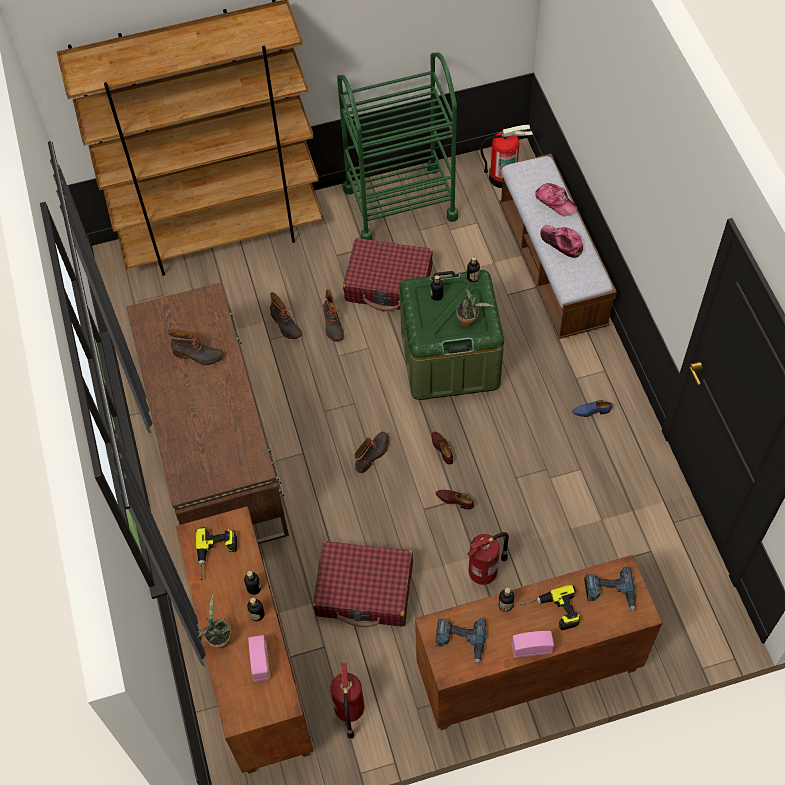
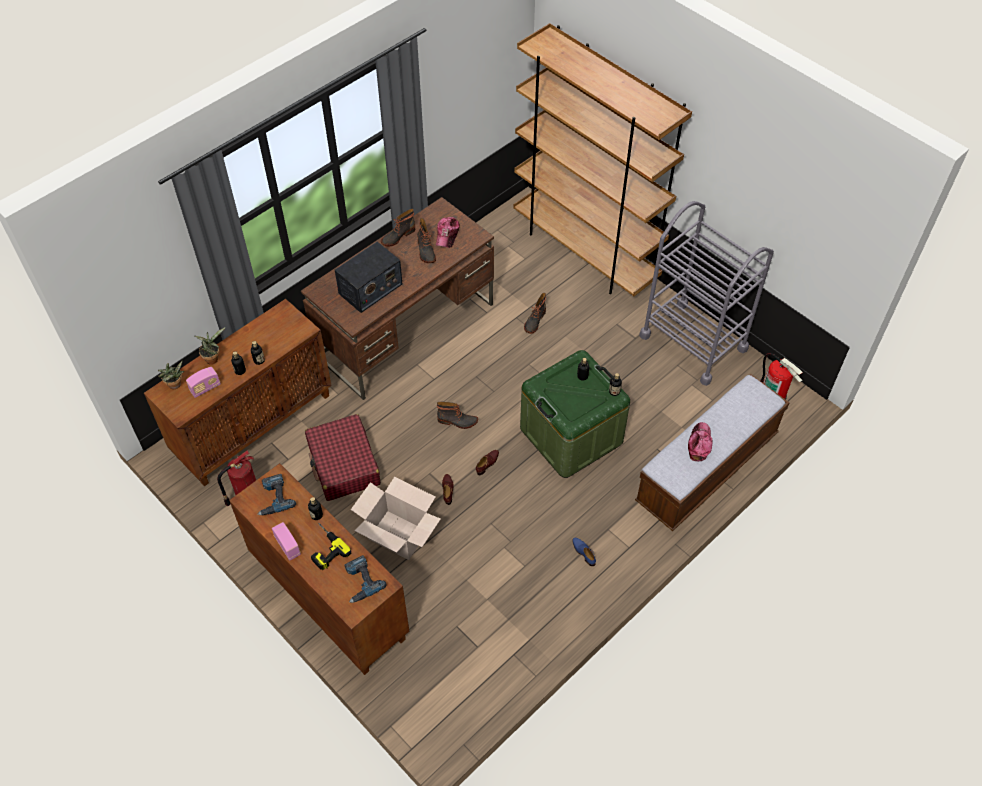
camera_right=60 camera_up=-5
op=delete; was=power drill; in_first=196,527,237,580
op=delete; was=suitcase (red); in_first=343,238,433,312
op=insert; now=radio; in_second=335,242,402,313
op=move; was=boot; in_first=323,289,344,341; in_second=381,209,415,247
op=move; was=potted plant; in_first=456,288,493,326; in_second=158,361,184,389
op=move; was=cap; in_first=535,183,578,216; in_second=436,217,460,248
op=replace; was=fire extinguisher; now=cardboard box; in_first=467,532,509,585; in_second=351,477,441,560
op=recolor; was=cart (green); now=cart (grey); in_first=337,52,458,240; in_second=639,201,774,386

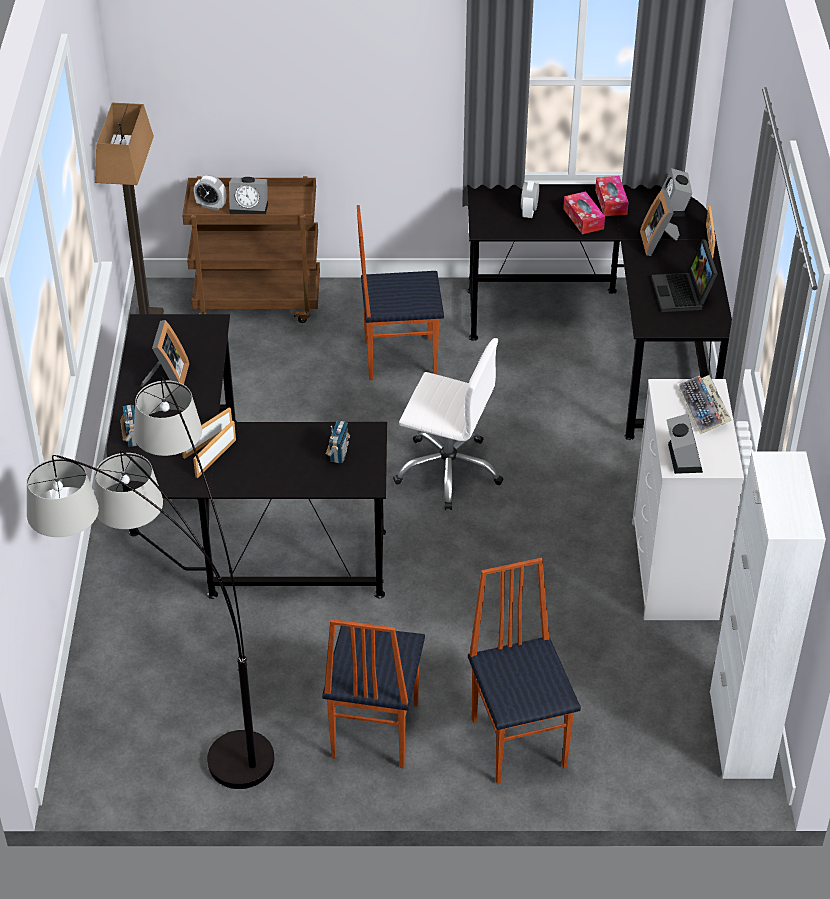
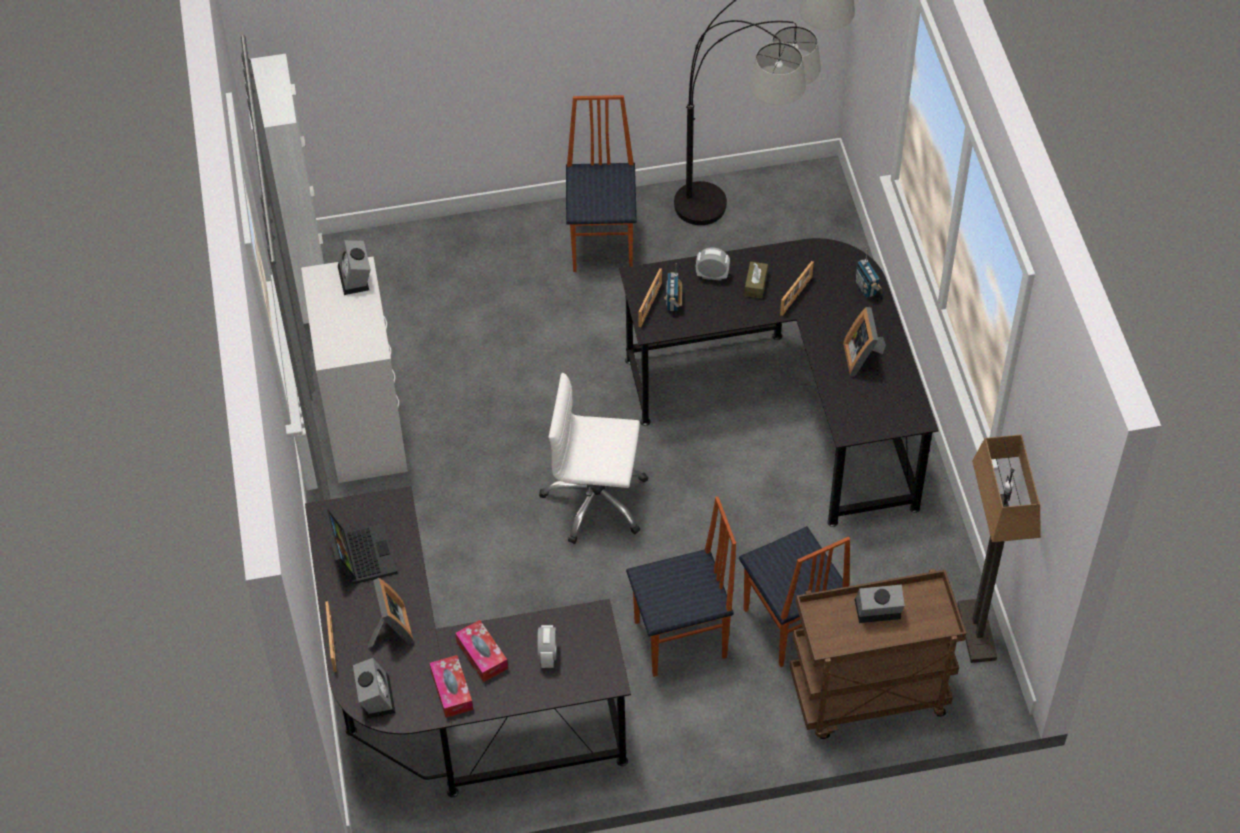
camera_right=170 camera_up=10
op=delete; was=keyboard; in_first=679,375,731,434
op=insert; now=tissue box (brown); in_second=744,262,768,299
op=move; was=picture frame; in_first=193,421,236,478; in_second=638,268,662,327
op=move; was=alarm clock; in_first=194,175,226,210; in_second=696,247,730,281
op=move; was=chair; in_first=468,558,581,784; in_second=739,526,850,667

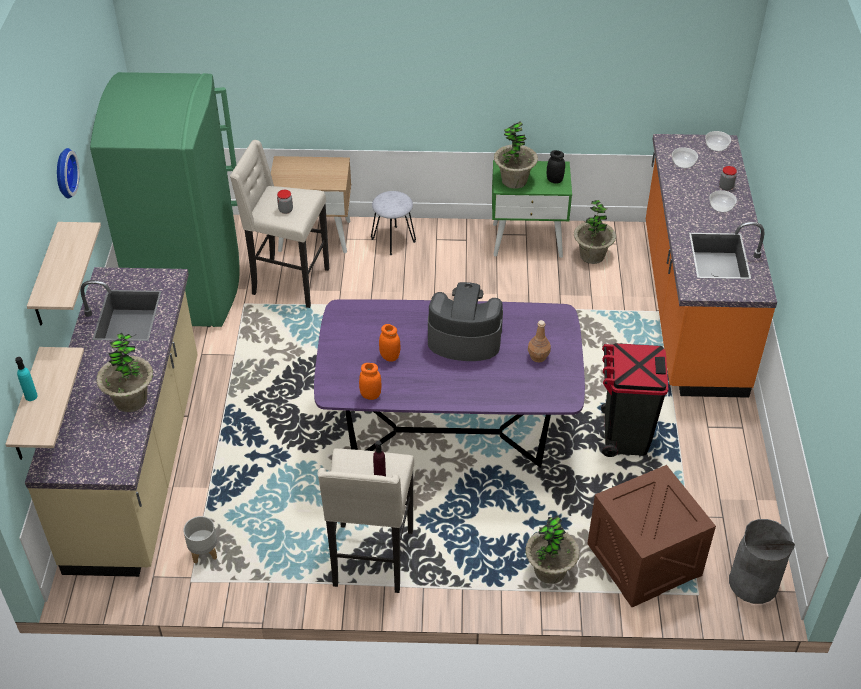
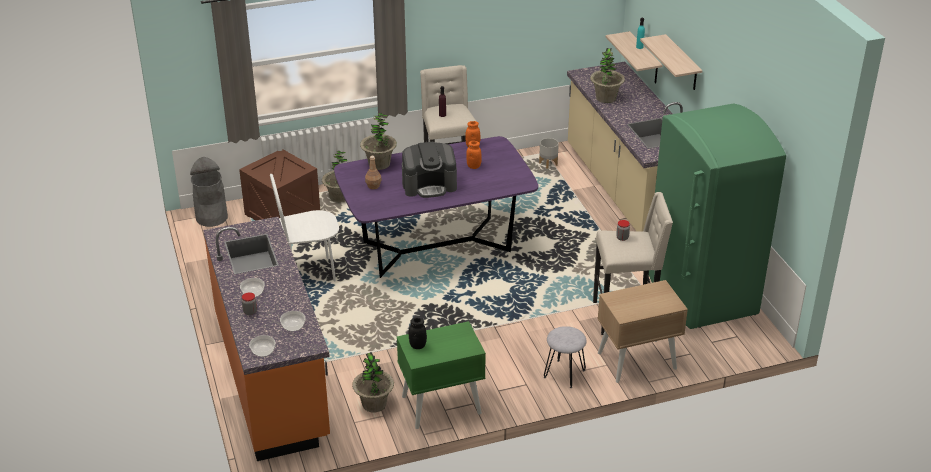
camera_right=160 camera_up=-10
op=delete; was=wall clock; in_first=57,148,80,199
op=move; was=potted plant; in_first=494,121,538,189; in_second=360,113,397,170
op=replace; was=trash can (black); now=chair (white); in_first=601,343,668,457; in_second=270,174,339,281

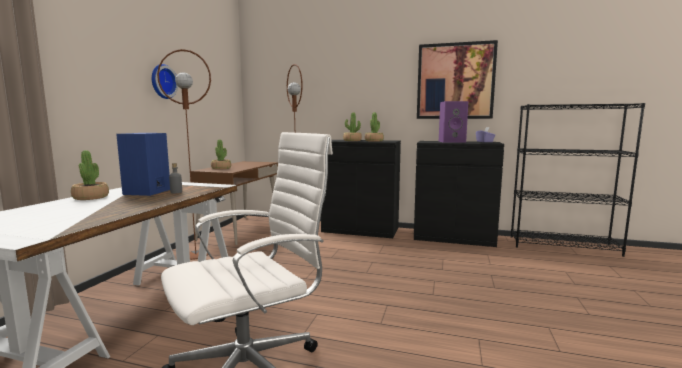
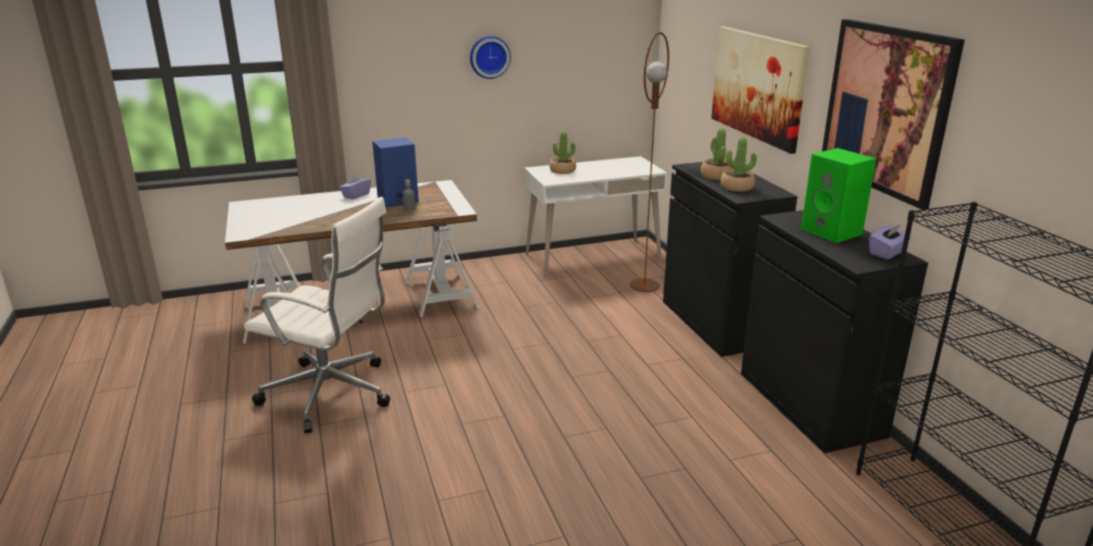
camera_right=55 camera_up=15
op=delete; was=floor lamp (brown); in_first=157,49,211,260
op=insert; now=picture; in_second=711,26,810,154
op=replace; was=potted plant; now=tissue box (purple); in_first=71,150,109,200; in_second=339,173,371,199
op=recolor; was=desk (brown); now=desk (white); in_first=191,161,278,245; in_second=524,156,667,278
op=recolor; was=speaker (purple); now=speaker (green); in_first=439,101,468,143; in_second=801,148,876,243

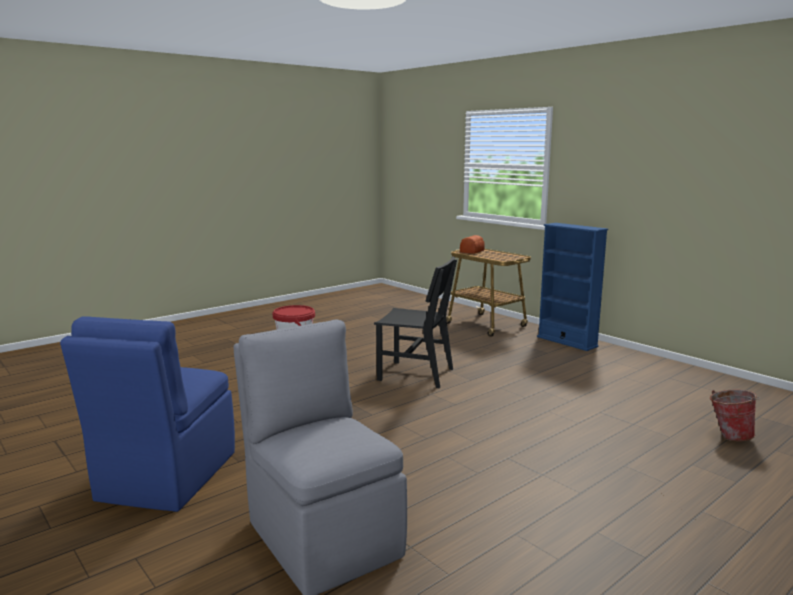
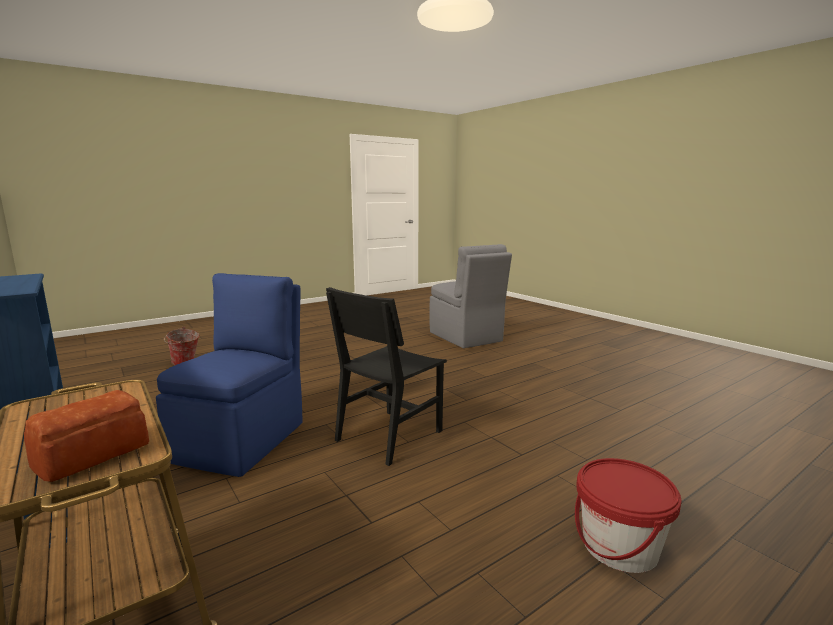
camera_right=-175 camera_up=0
op=move; was=chair (blue); in_first=60,316,235,512; in_second=156,273,303,477
op=rotate; was=chair (black); in_first=374,256,457,388; in_second=326,287,447,466; clockwise=-75

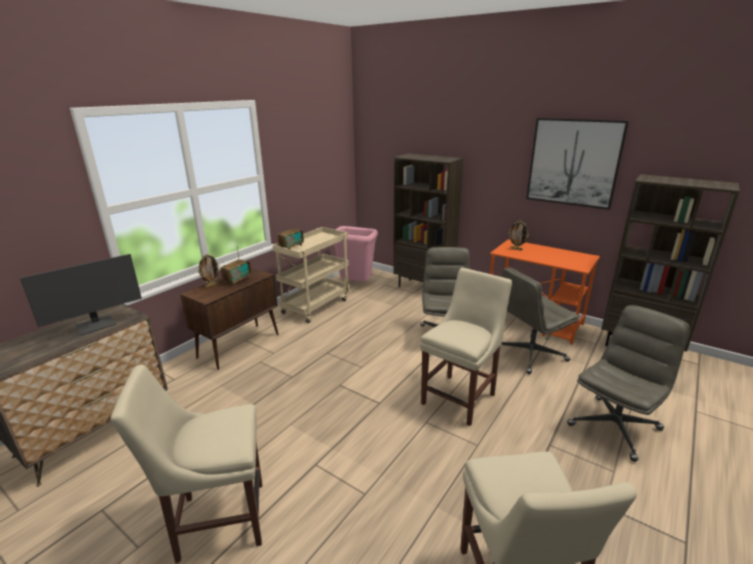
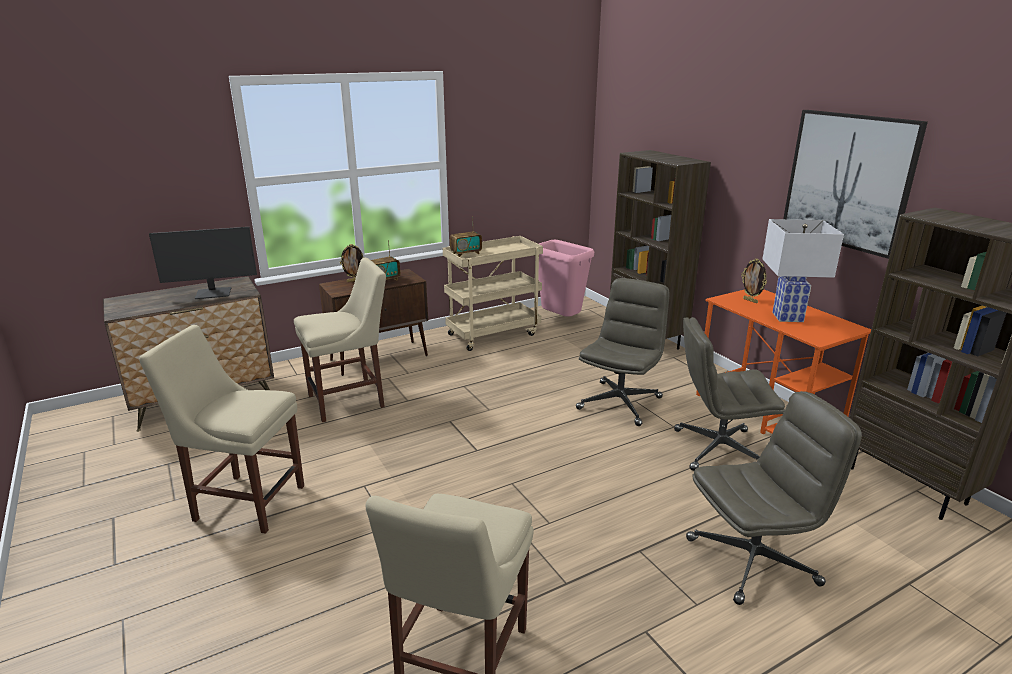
camera_right=25 camera_up=0
op=insert; now=table lamp (white); in_second=762,219,844,322
op=move; was=chair (beige); in_first=420,268,512,426; in_second=294,258,386,422

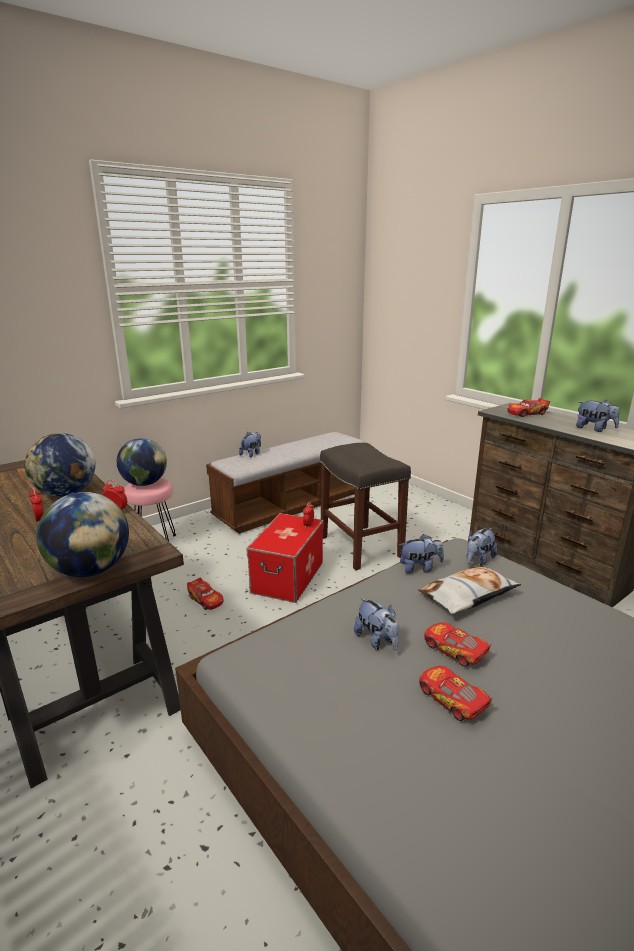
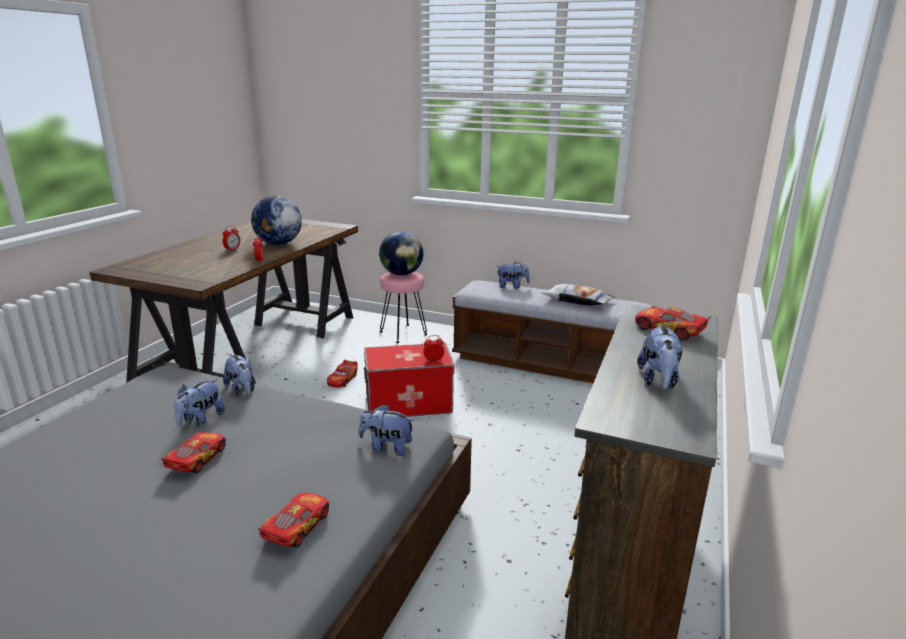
camera_right=60 camera_up=0
op=delete; was=globe; in_first=37,492,129,577
op=delete; was=stool (grey); in_first=320,443,411,571
op=move; was=plush toy; in_first=399,534,444,574; in_second=223,354,255,396
op=move; was=pillow; in_first=418,566,522,614; in_second=541,284,615,306
op=move; was=toy car; in_first=419,666,493,721; in_second=258,493,329,548

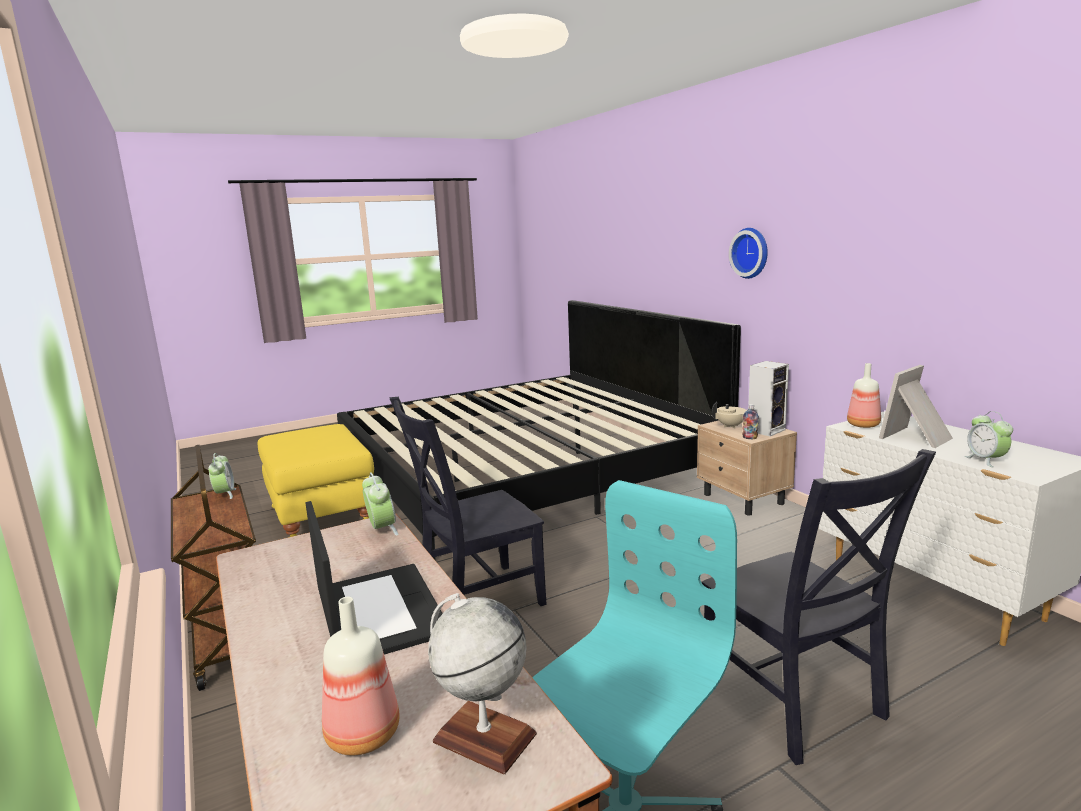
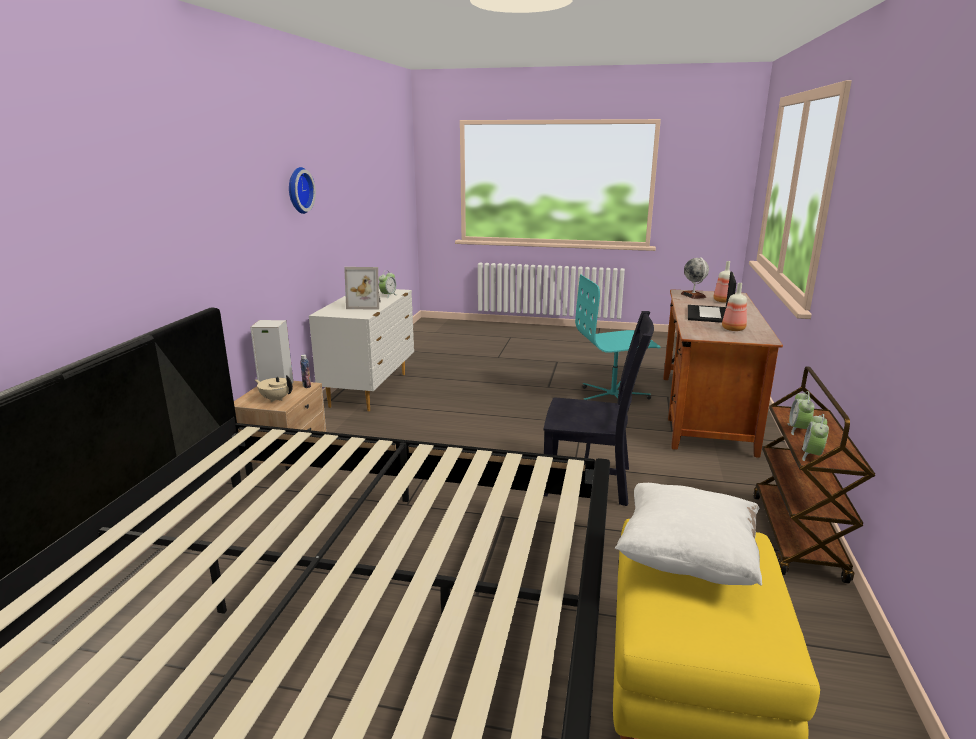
camera_right=-140 camera_up=5
op=delete; was=chair (black); in_first=701,449,936,765
op=insert; now=pillow (white); in_second=615,483,762,586
op=move; was=alarm clock; in_first=362,472,398,536; in_second=787,391,814,435
op=move; was=wall clock; in_first=729,228,768,279; in_second=289,167,316,214
op=move; was=bottle; in_first=847,363,881,428; in_second=722,283,747,331

